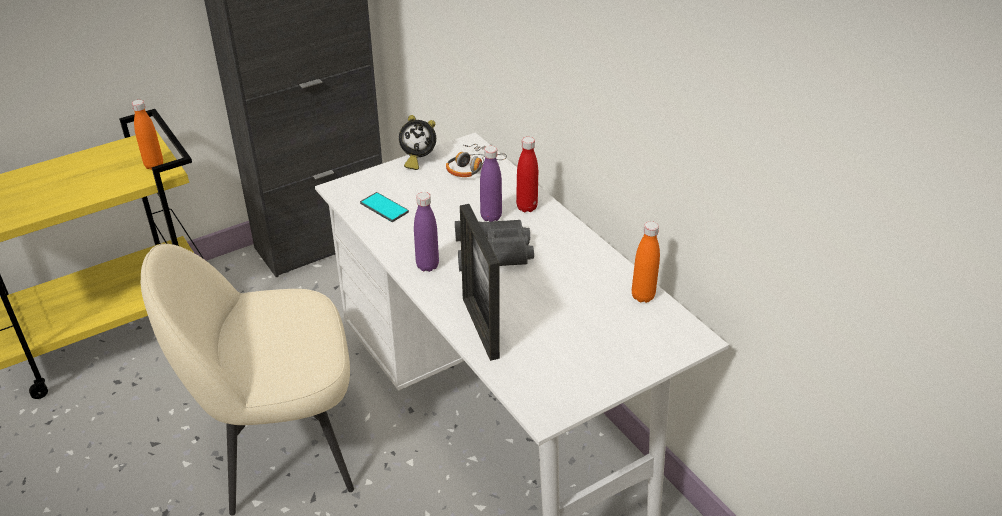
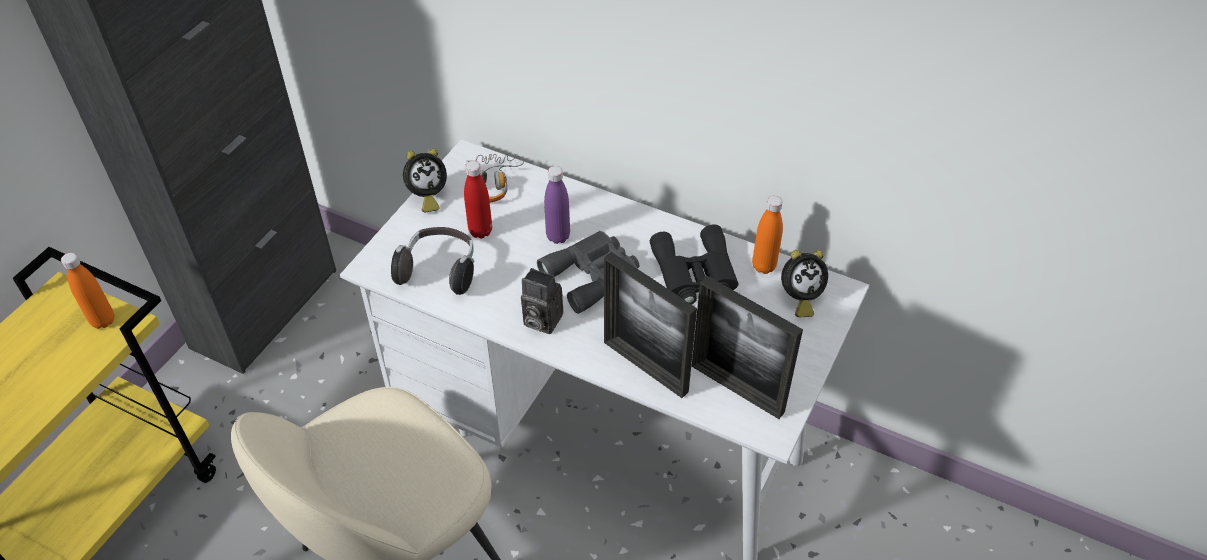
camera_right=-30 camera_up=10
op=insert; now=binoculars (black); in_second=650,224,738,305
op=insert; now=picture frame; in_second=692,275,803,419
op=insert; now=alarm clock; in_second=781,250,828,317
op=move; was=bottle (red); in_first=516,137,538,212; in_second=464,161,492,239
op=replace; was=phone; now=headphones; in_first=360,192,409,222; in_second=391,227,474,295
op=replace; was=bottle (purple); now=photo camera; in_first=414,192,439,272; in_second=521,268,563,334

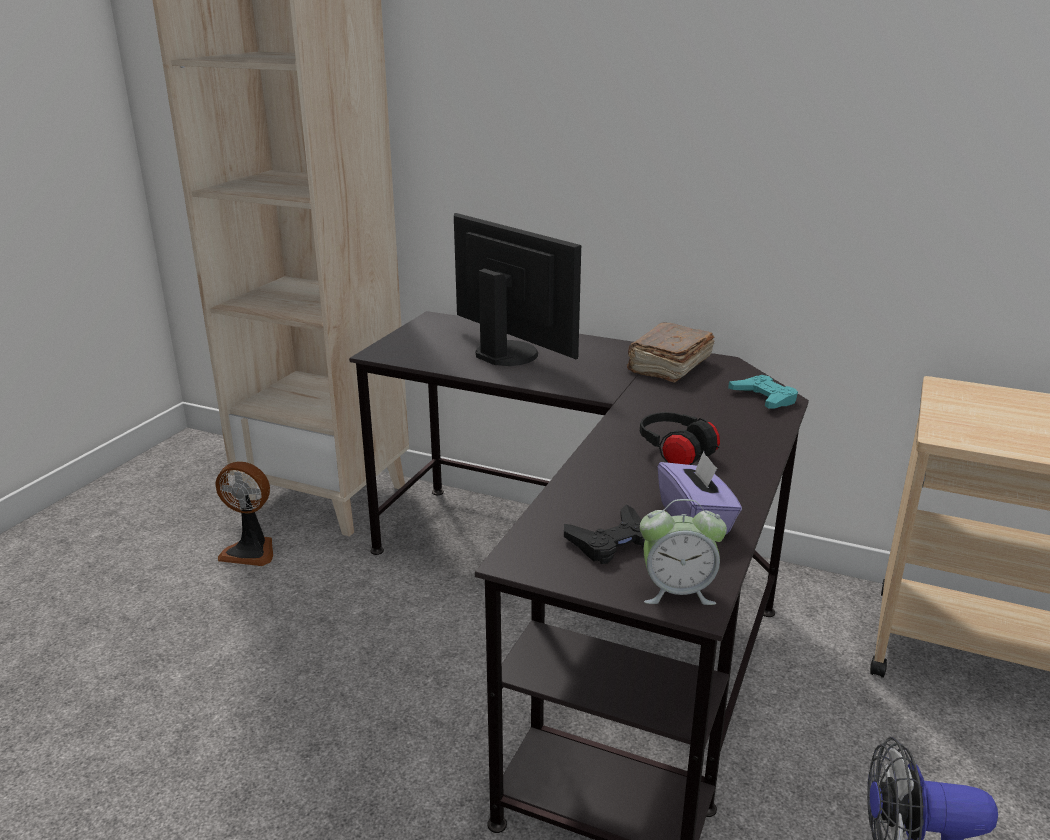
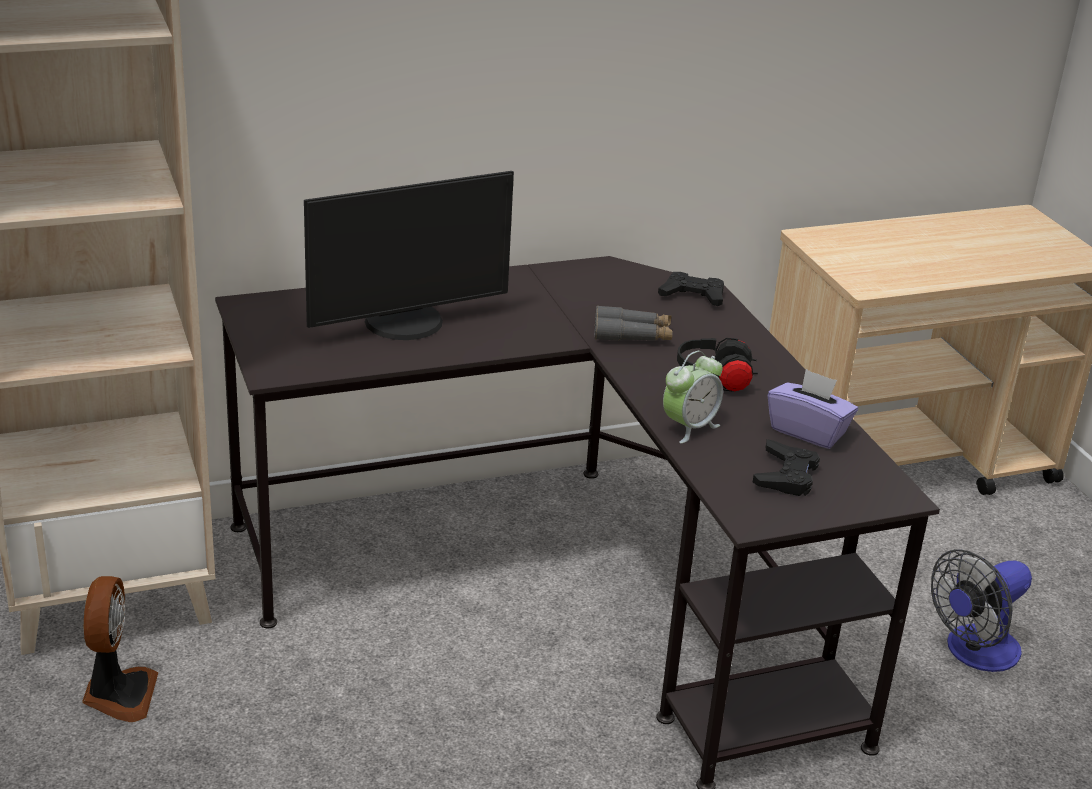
camera_right=-45 camera_up=5
op=delete; was=book (brown); in_first=627,323,714,383
op=insert; now=binoculars (grey); in_second=594,306,673,341
op=move; was=alarm clock; in_first=640,499,727,605; in_second=663,351,723,443
op=recolor; was=game controller (turquoise); now=game controller (black); in_first=728,375,798,408; in_second=658,272,724,306
op=rotate; was=fan; in_first=215,461,273,566; in_second=82,576,158,722; clockwise=-60
op=rotate; was=monitor; in_first=454,213,581,366; in_second=304,171,514,340; clockwise=150

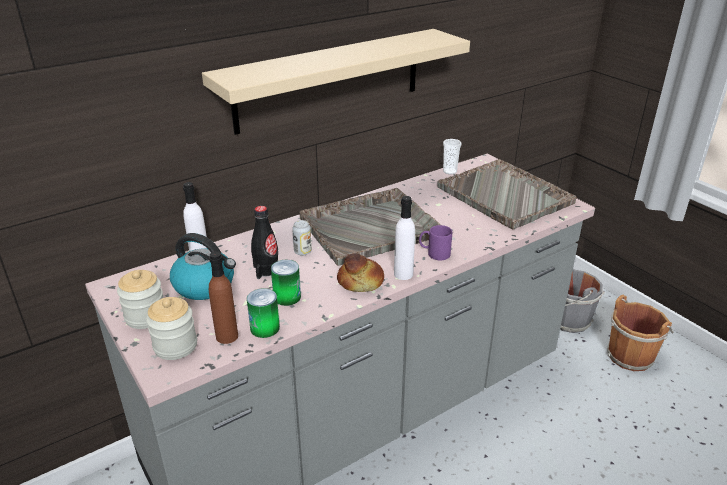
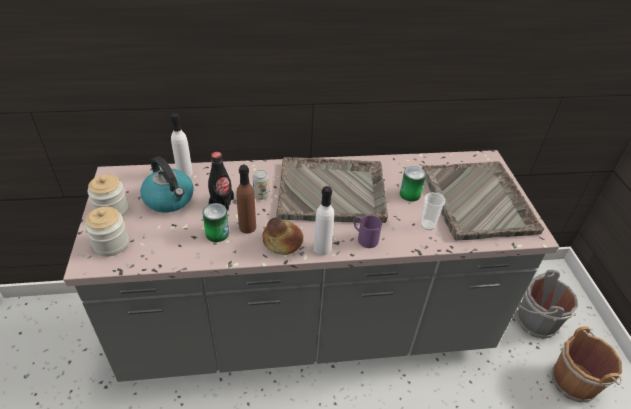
camera_right=25 camera_up=10
op=delete; was=shelf (beige); in_first=202,29,470,135
op=move; was=bottle (brown); in_first=209,251,238,344; in_second=236,165,256,234
op=move; was=can; in_first=247,288,280,338; in_second=400,166,426,202
op=move; was=cup; in_first=443,139,462,175; in_second=420,192,445,230

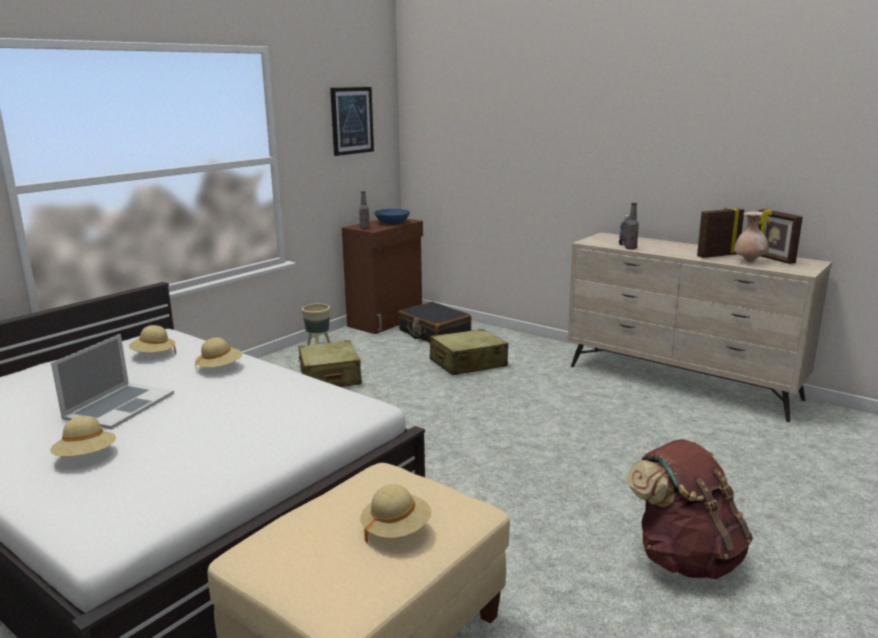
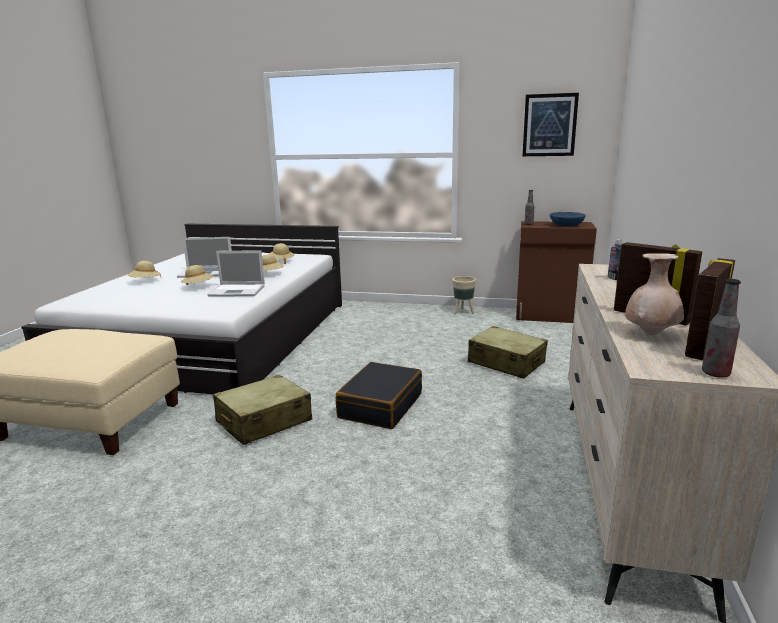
camera_right=65 camera_up=0
op=delete; was=backpack (brown); in_first=627,439,753,579
op=insert; now=laptop; in_second=208,250,265,297
op=move; was=suitcase (beige); in_first=298,340,362,387; in_second=213,375,312,445
op=move; was=hat (beige); in_first=360,484,431,543; in_second=181,265,214,285
op=move; was=suitcase (black); in_first=398,302,472,343; in_second=336,362,422,429
op=move; was=bottle; in_first=625,203,639,249; in_second=702,279,741,378

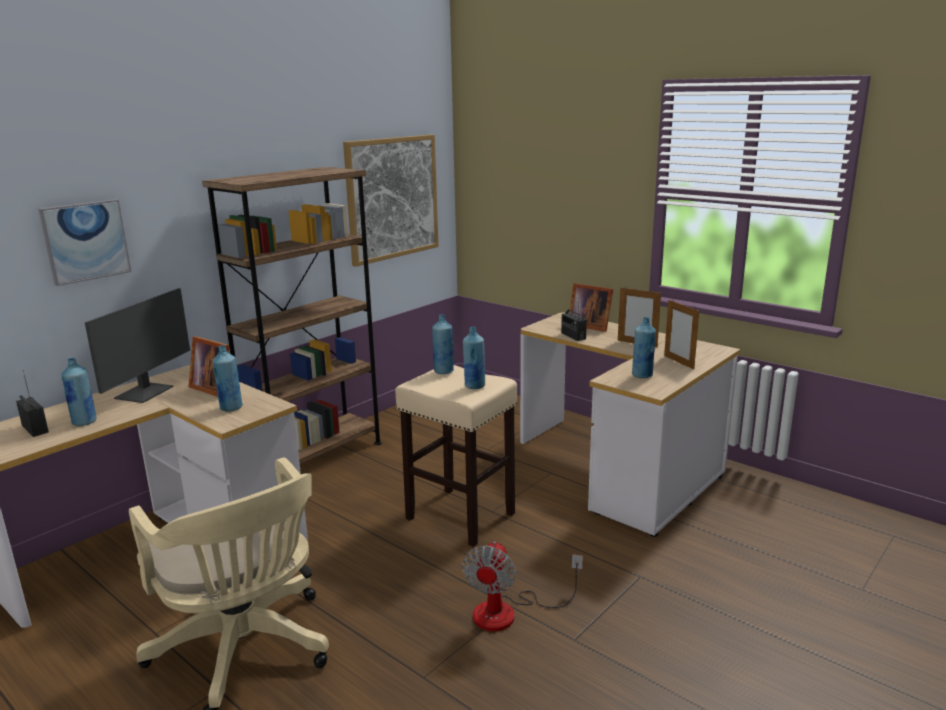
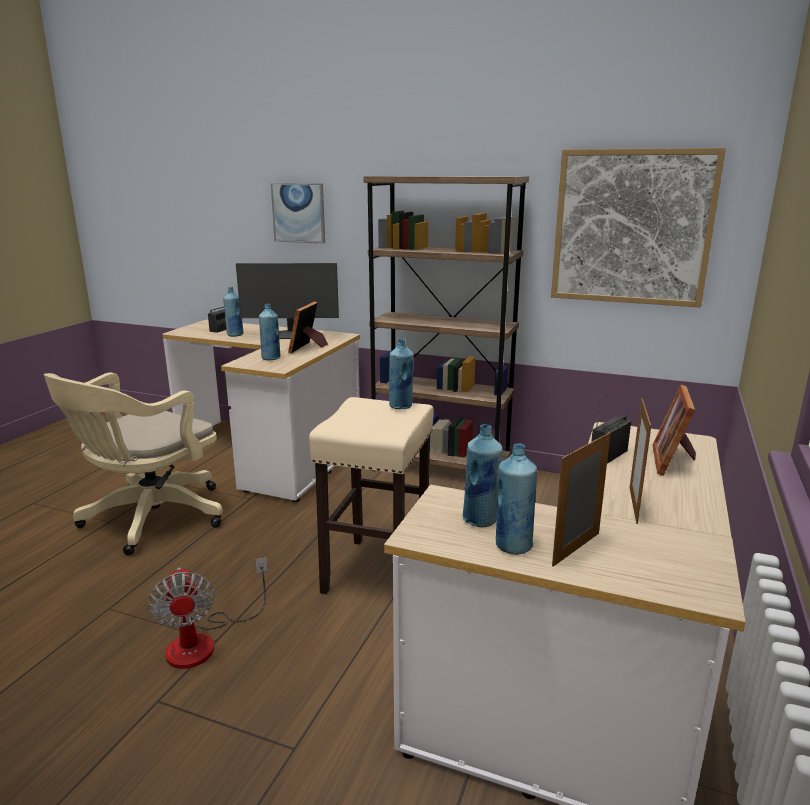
camera_right=70 camera_up=0
op=move; was=bottle (blue); in_first=463,327,485,389; in_second=496,443,537,555
op=rotate; was=fan; in_first=462,541,583,631; in_second=148,557,268,669; clockwise=-105

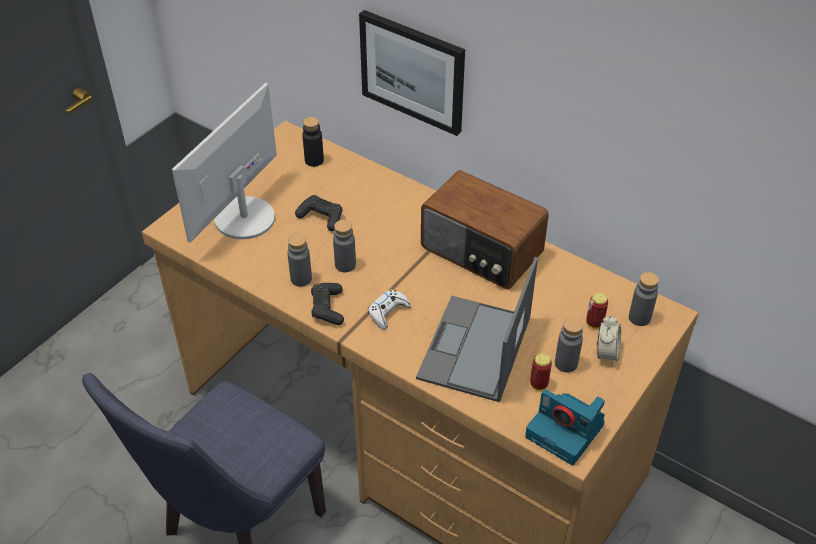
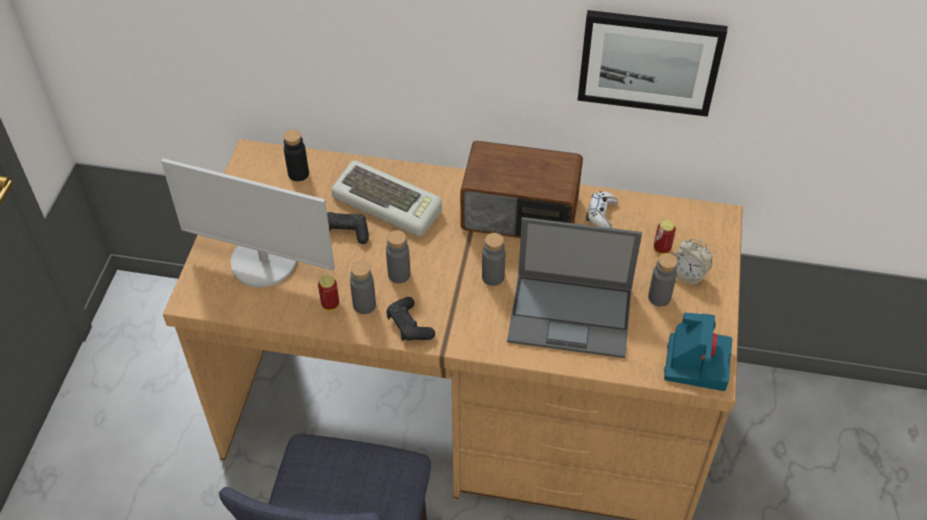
camera_right=-25 camera_up=5
op=insert; now=keyboard; in_second=331,161,442,236
op=move; was=picture; in_first=359,10,465,136; in_second=578,10,728,117
op=move; was=game controller (white); in_first=368,290,411,330; in_second=586,191,618,228
op=move; was=can; in_first=530,353,552,390; in_second=318,275,339,311
op=move; was=bottle (grey); in_first=629,272,659,326; in_second=482,233,506,286
op=rotate; was=monitor; in_first=172,83,277,243; in_second=161,158,335,288; clockwise=-75
op=rotate; was=laptop; in_first=416,257,538,402; in_second=507,217,642,358; clockwise=-75
op=rotate; was=photo camera; in_first=525,389,605,465; in_second=664,312,732,391; clockwise=-90
op=rotate; was=alarm clock; in_first=597,315,621,365; in_second=674,238,712,285; clockwise=135

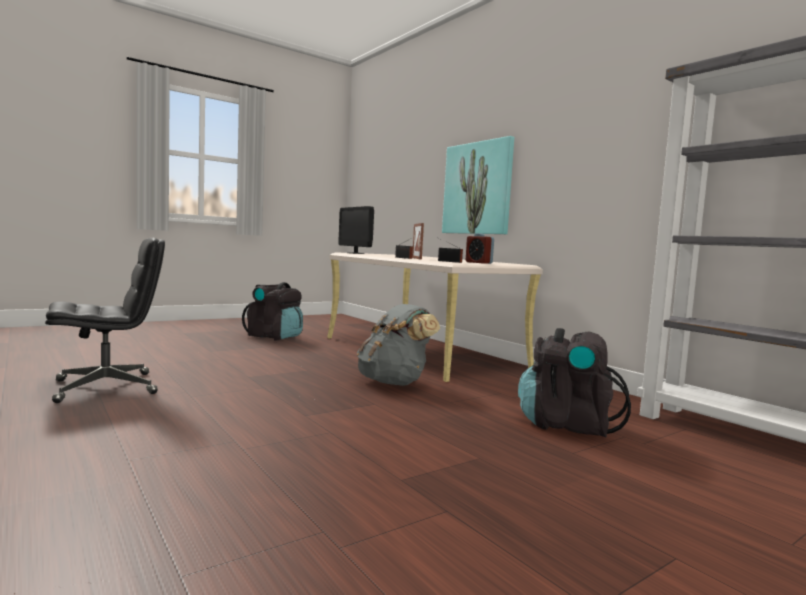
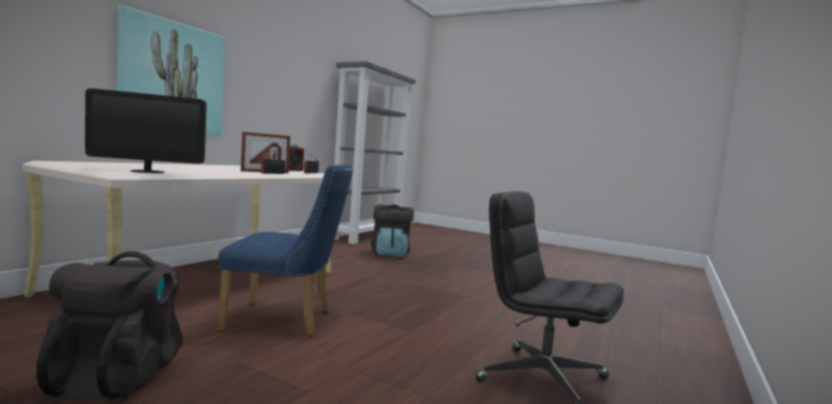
camera_right=-115 camera_up=0
op=delete; was=backpack (grey); in_first=357,304,440,386
op=insert; now=chair (blue); in_second=218,164,353,336
op=rotate; was=monitor; in_first=339,206,374,254; in_second=85,88,207,173; clockwise=45

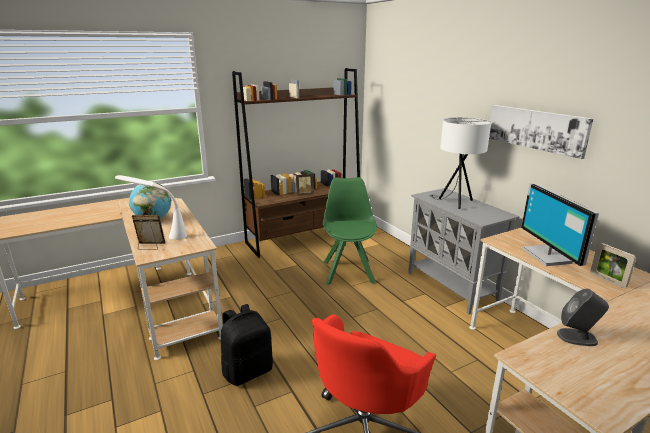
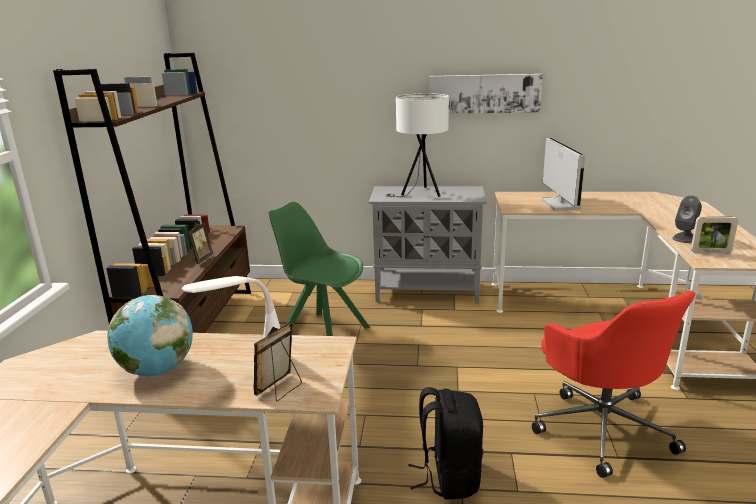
camera_right=-55 camera_up=0
op=move; was=picture frame; in_first=590,243,636,288; in_second=691,216,738,254
op=rotate; was=monitor; in_first=521,183,599,266; in_second=542,138,585,211; clockwise=-120

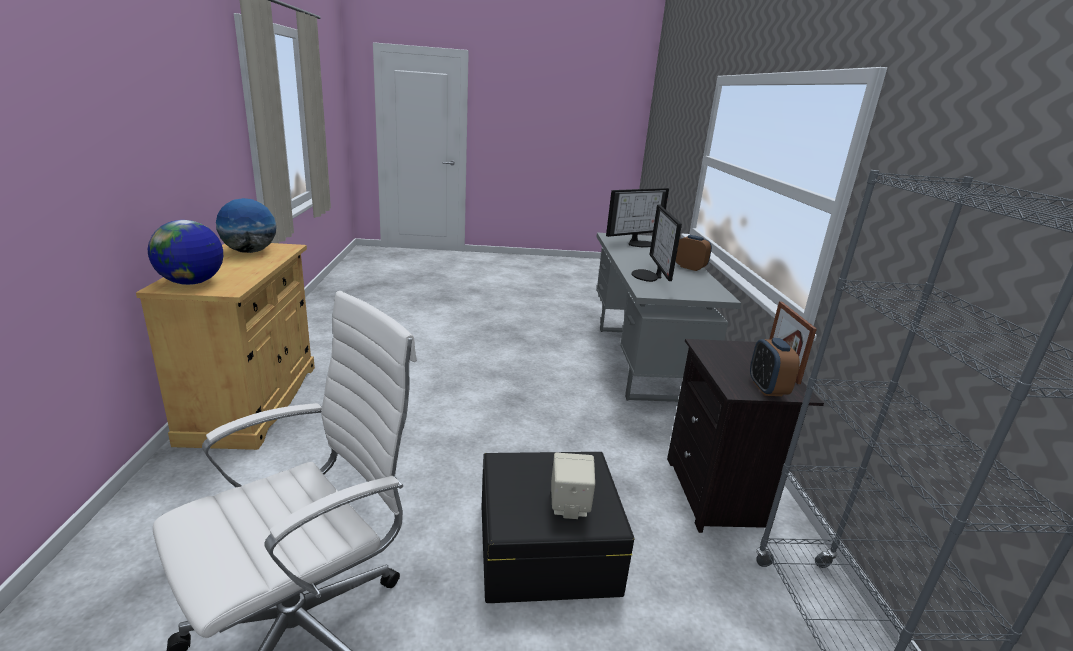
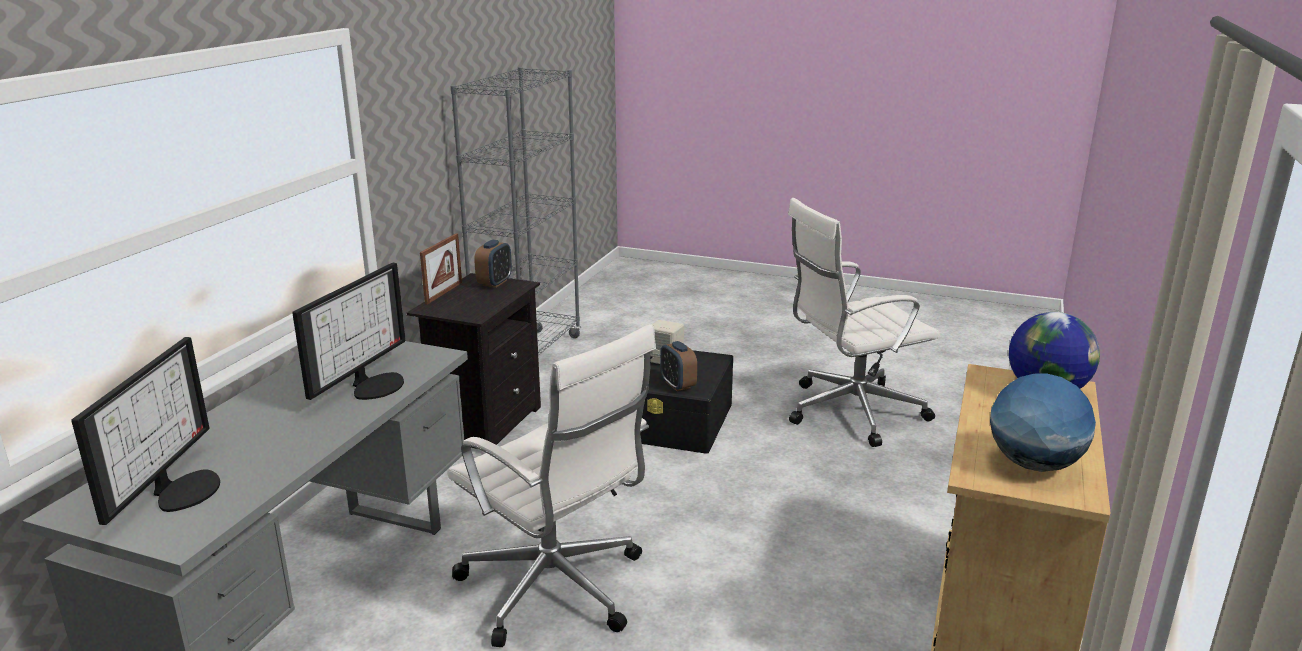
camera_right=-155 camera_up=0
op=insert; now=office chair (white); in_second=447,324,656,647
op=move; was=alarm clock; in_first=676,235,712,271; in_second=660,341,697,391
op=rotate; was=monitor; in_first=606,188,669,247; in_second=71,337,220,525; clockwise=105

